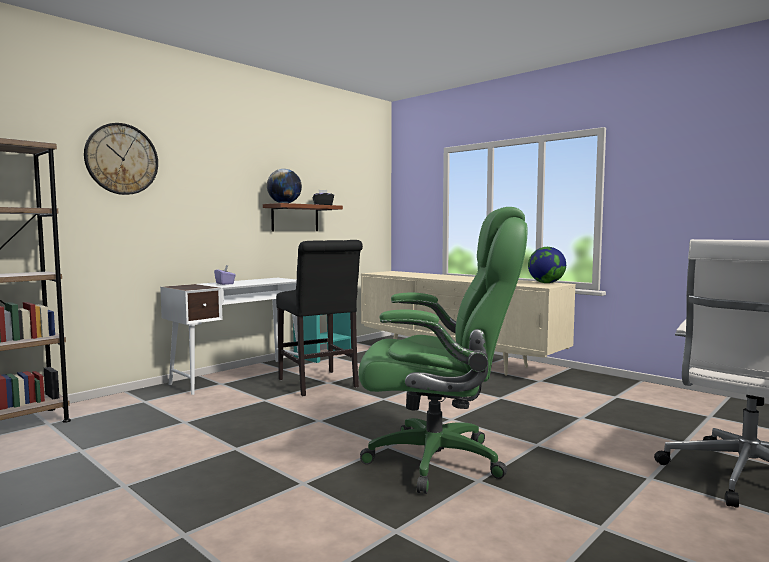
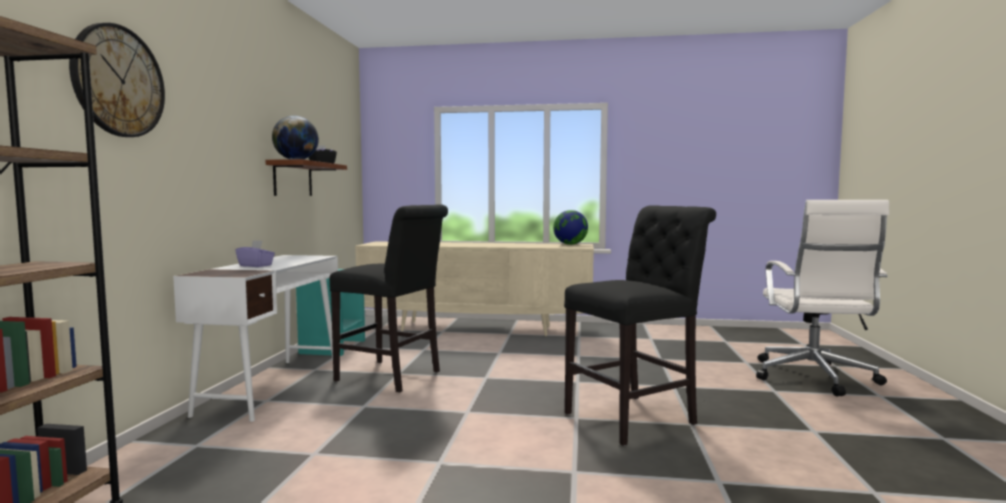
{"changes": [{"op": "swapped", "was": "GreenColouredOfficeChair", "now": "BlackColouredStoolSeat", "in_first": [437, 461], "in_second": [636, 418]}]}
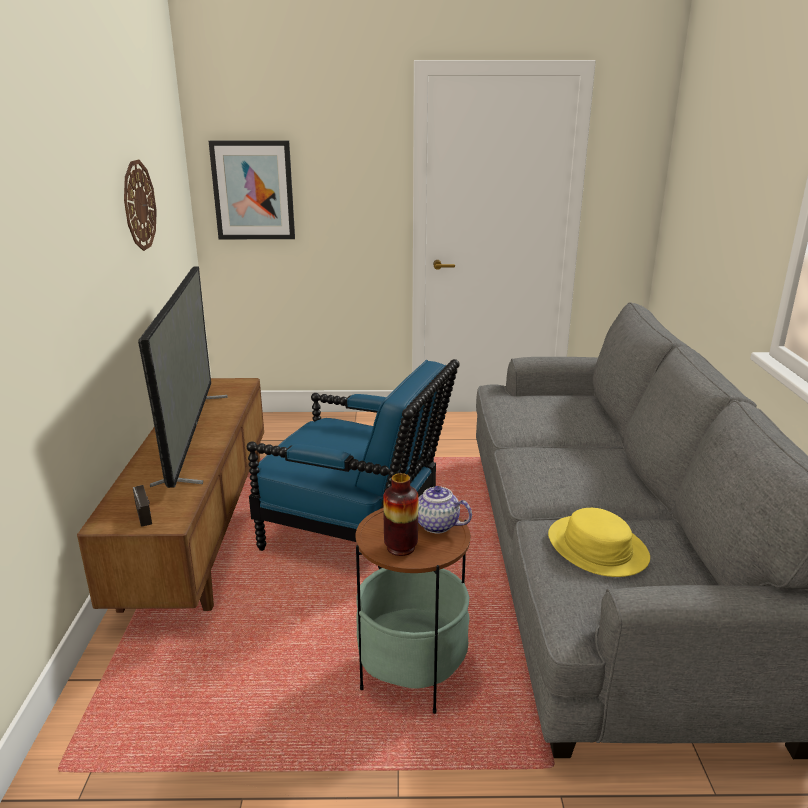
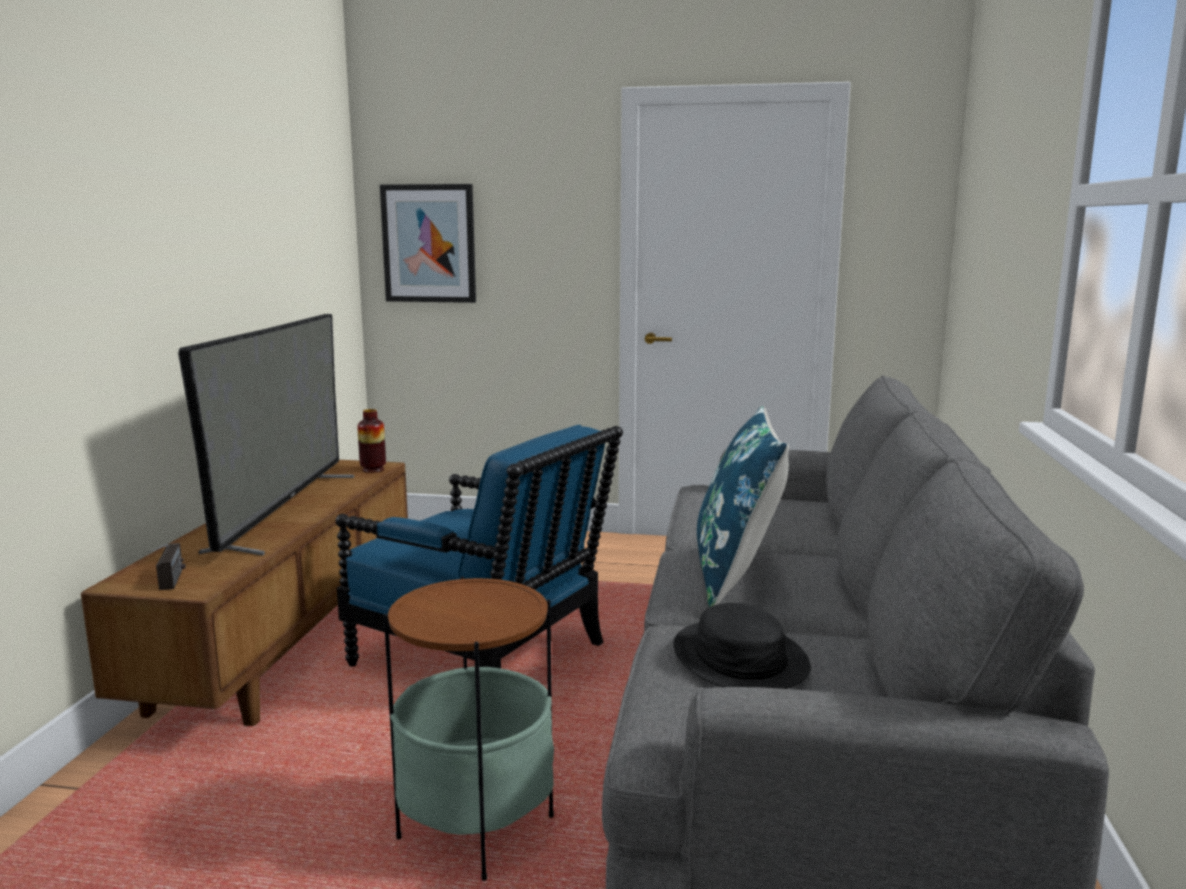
{"changes": [{"op": "gone", "was": "WallClock", "in_first": [139, 205]}, {"op": "gone", "was": "Teapot", "in_first": [435, 525]}, {"op": "new", "now": "BluishThrowPillow", "in_second": [736, 575]}, {"op": "shifted", "was": "Vase", "in_first": [400, 547], "in_second": [373, 469]}, {"op": "repainted", "was": "YellowishWearableHat", "now": "BlackColouredWearableHat", "in_first": [597, 547], "in_second": [739, 658]}]}
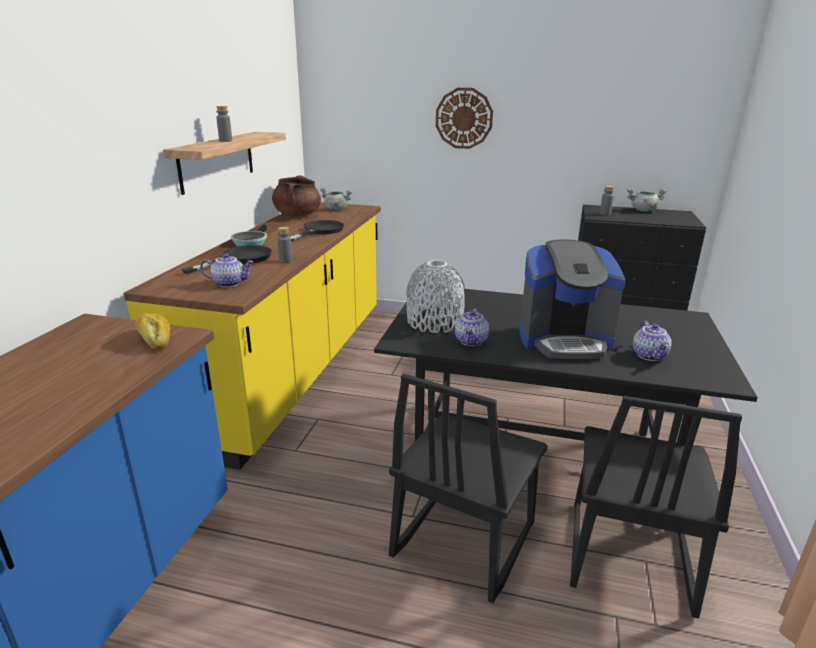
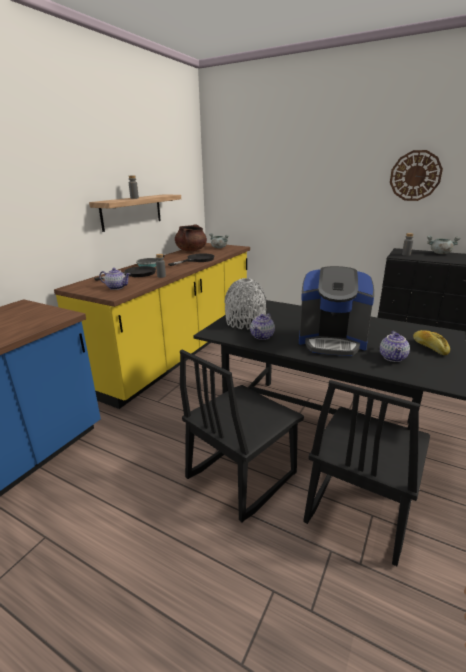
{"changes": [{"op": "shifted", "was": "Bread", "in_first": [155, 339], "in_second": [429, 347]}, {"op": "shifted", "was": "WallClock", "in_first": [464, 118], "in_second": [415, 176]}]}
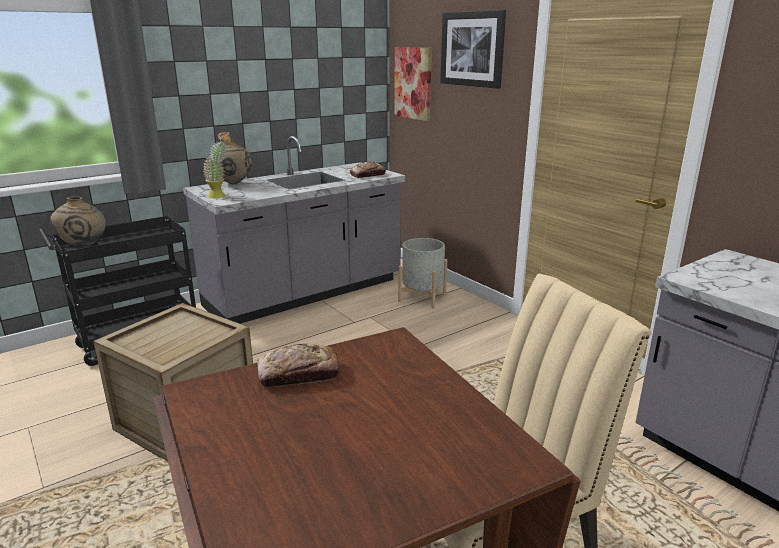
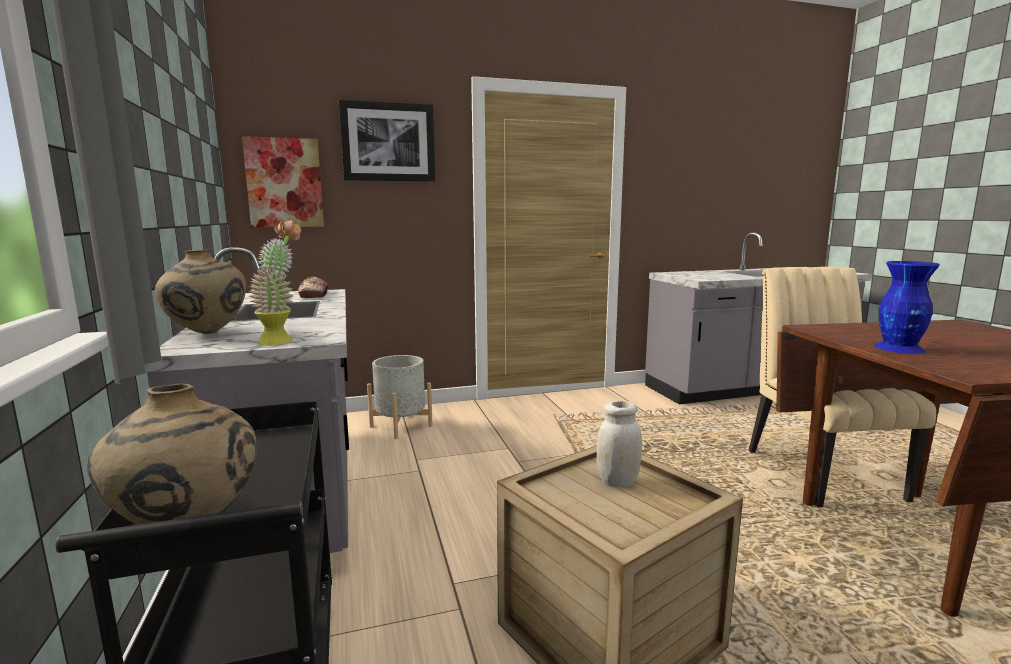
{"changes": [{"op": "new", "now": "WhitishJar", "in_second": [617, 481]}, {"op": "swapped", "was": "Bread", "now": "BluishVase", "in_first": [299, 374], "in_second": [899, 348]}]}
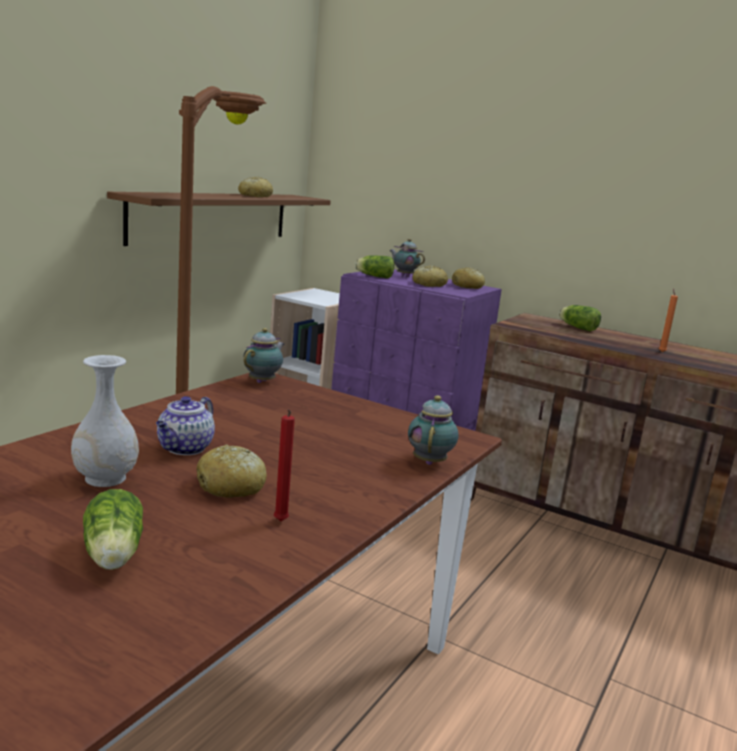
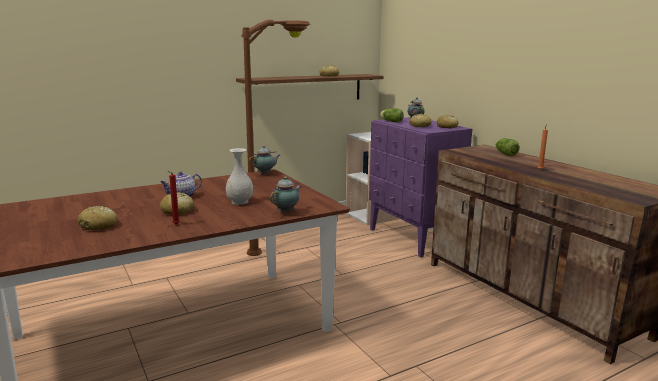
{"changes": [{"op": "shifted", "was": "WhitishVase", "in_first": [105, 478], "in_second": [240, 202]}, {"op": "swapped", "was": "HeadOfLettuce", "now": "Bread", "in_first": [113, 556], "in_second": [98, 226]}]}
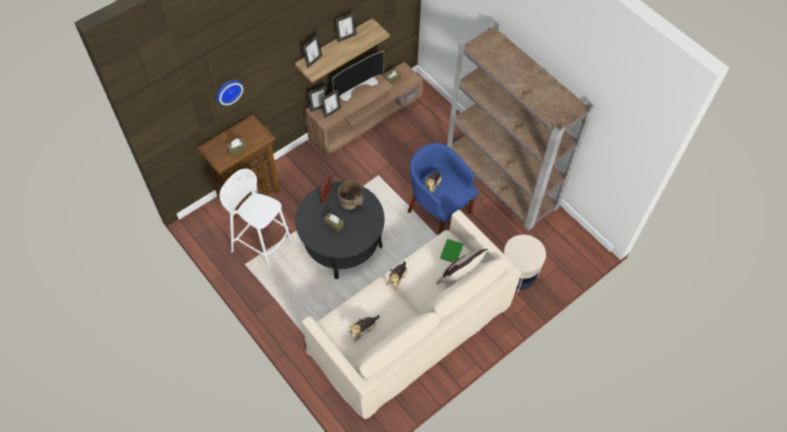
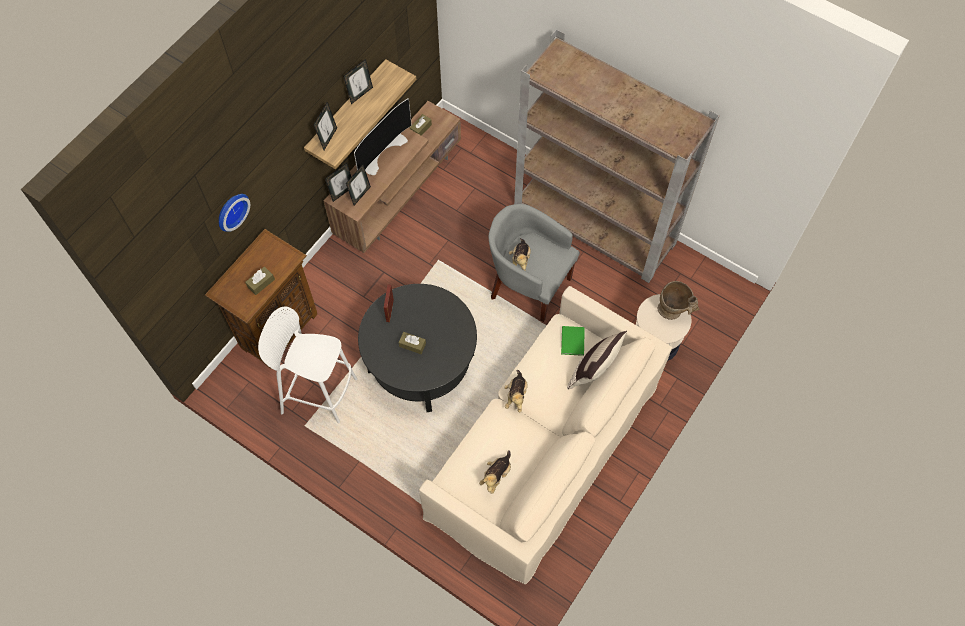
{"changes": [{"op": "shifted", "was": "BeigeColouredVase", "in_first": [351, 204], "in_second": [674, 311]}, {"op": "repainted", "was": "BluishArmchair", "now": "GreyishArmchair", "in_first": [438, 209], "in_second": [528, 284]}]}
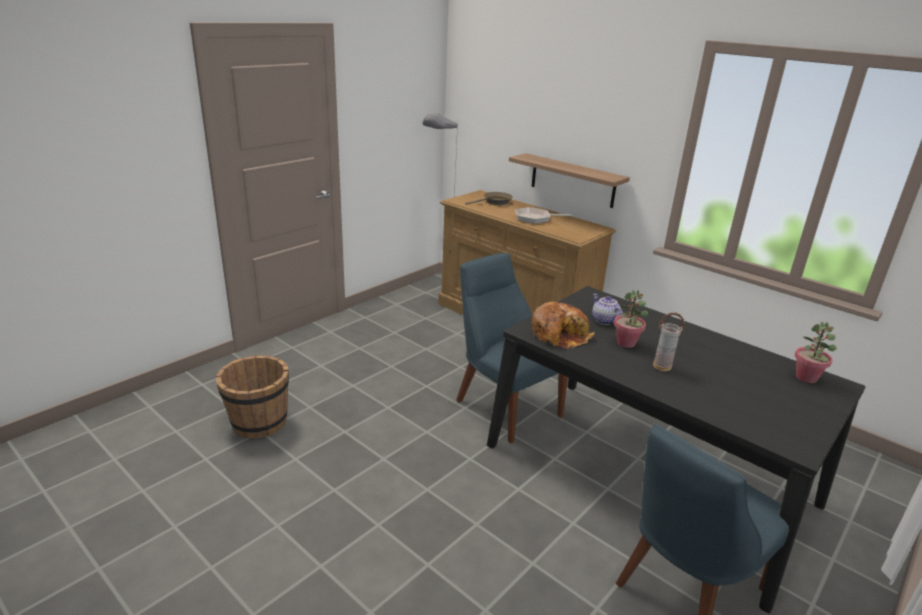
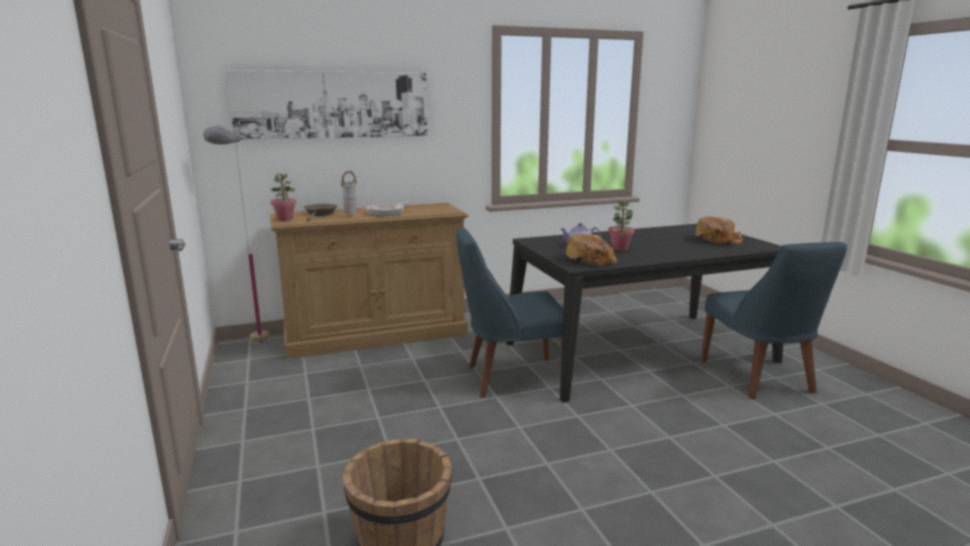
{"changes": [{"op": "gone", "was": "WallShelf", "in_first": [572, 180]}, {"op": "new", "now": "WallPicture", "in_second": [333, 105]}, {"op": "new", "now": "Bread", "in_second": [718, 239]}, {"op": "shifted", "was": "Vase", "in_first": [662, 367], "in_second": [350, 216]}, {"op": "shifted", "was": "PlantInAPot", "in_first": [806, 377], "in_second": [285, 219]}]}
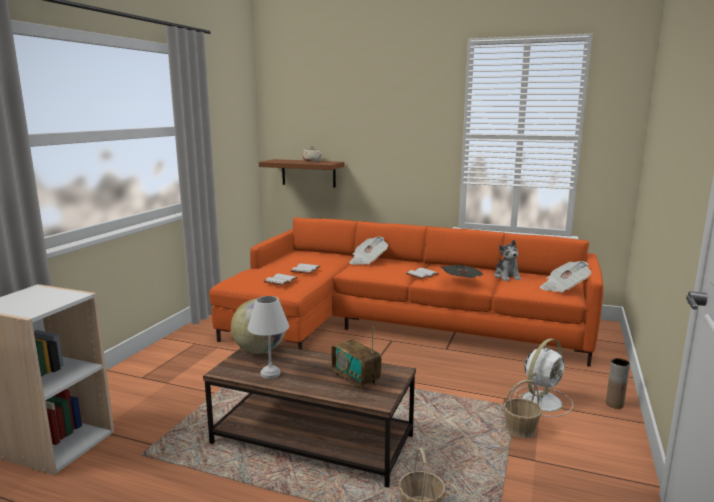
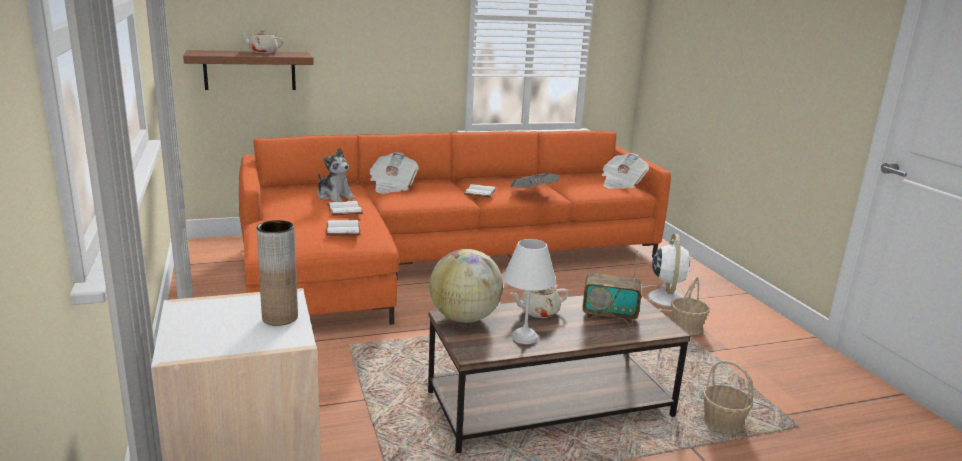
{"changes": [{"op": "new", "now": "BeigeColouredTeapot", "in_second": [538, 312]}, {"op": "shifted", "was": "PlushToy", "in_first": [507, 277], "in_second": [335, 197]}, {"op": "shifted", "was": "BrownVase", "in_first": [614, 404], "in_second": [280, 318]}]}
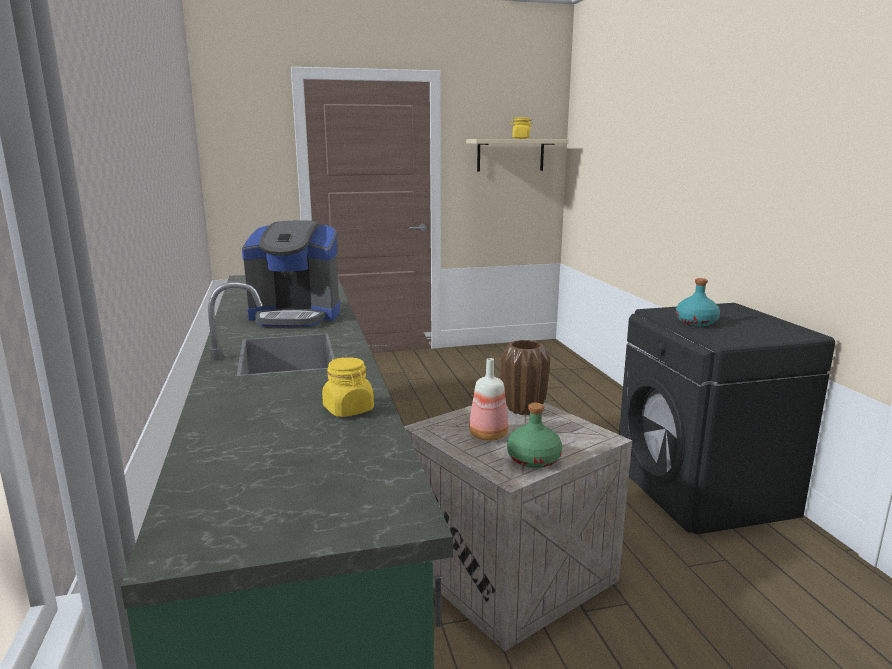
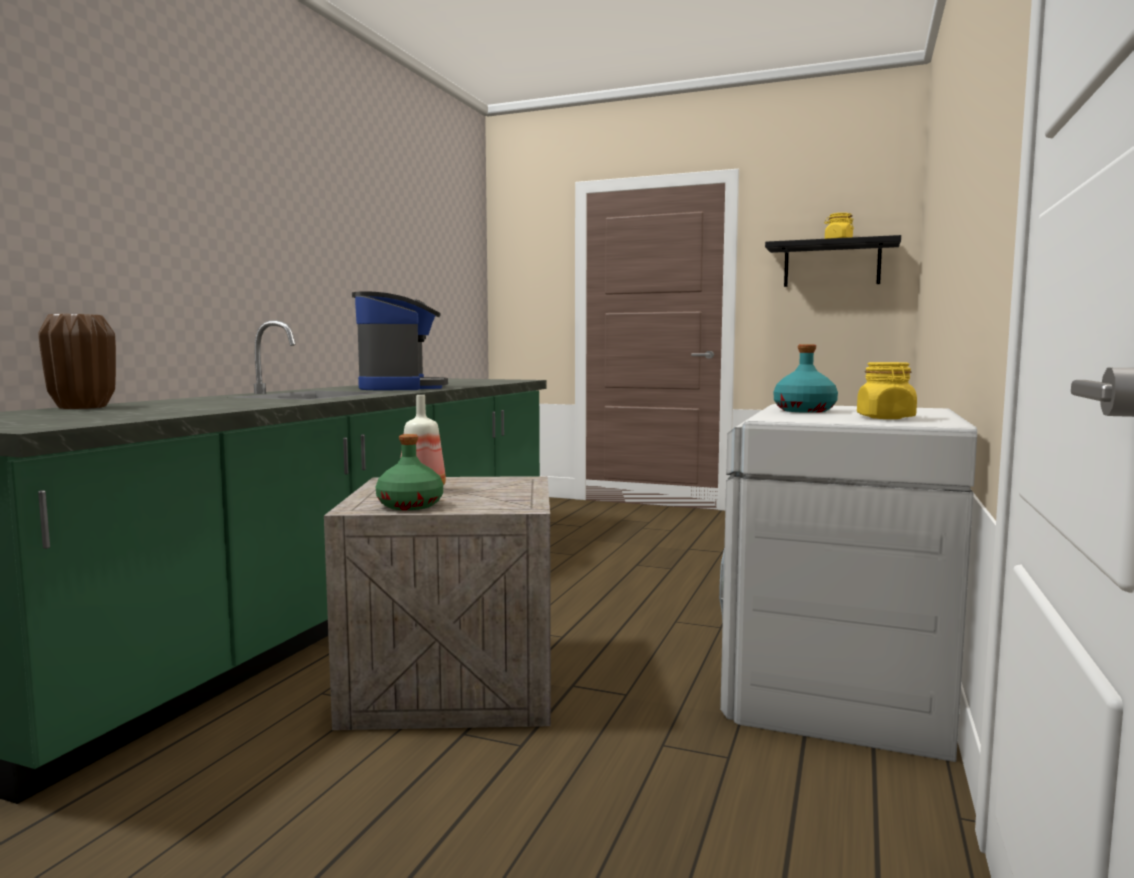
{"changes": [{"op": "shifted", "was": "YellowishJar", "in_first": [348, 409], "in_second": [885, 418]}, {"op": "shifted", "was": "BrownVase", "in_first": [523, 409], "in_second": [83, 407]}, {"op": "repainted", "was": "BeigeColouredWallShelf", "now": "BlackColouredWallShelf", "in_first": [510, 155], "in_second": [831, 264]}, {"op": "repainted", "was": "BlackColouredWashingMachine", "now": "WhitishWashingMachine", "in_first": [700, 490], "in_second": [832, 689]}, {"op": "rotated", "was": "CoffeeBrewer", "in_first": [296, 316], "in_second": [401, 387], "clockwise": -135}]}
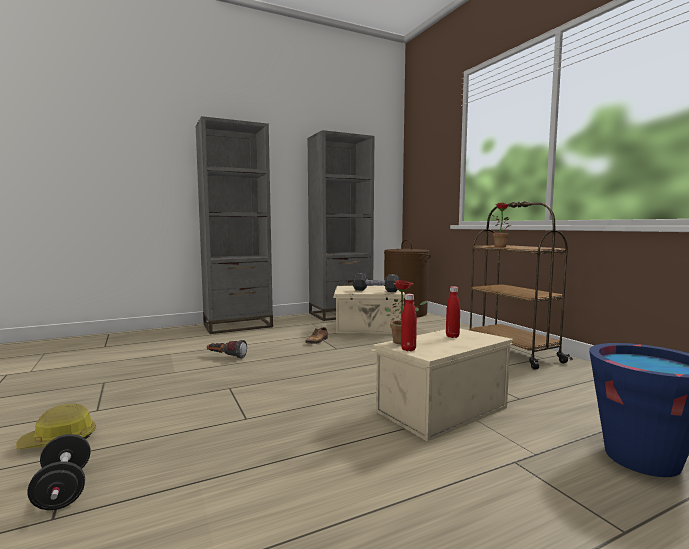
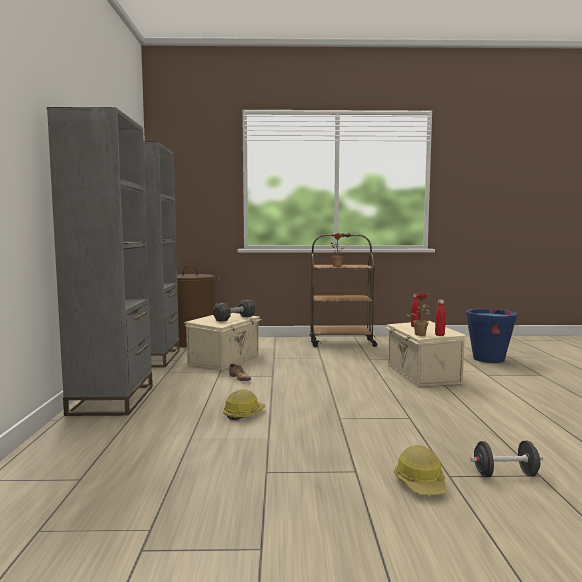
{"changes": [{"op": "swapped", "was": "Flashlight", "now": "HardHat", "in_first": [226, 357], "in_second": [243, 413]}]}
